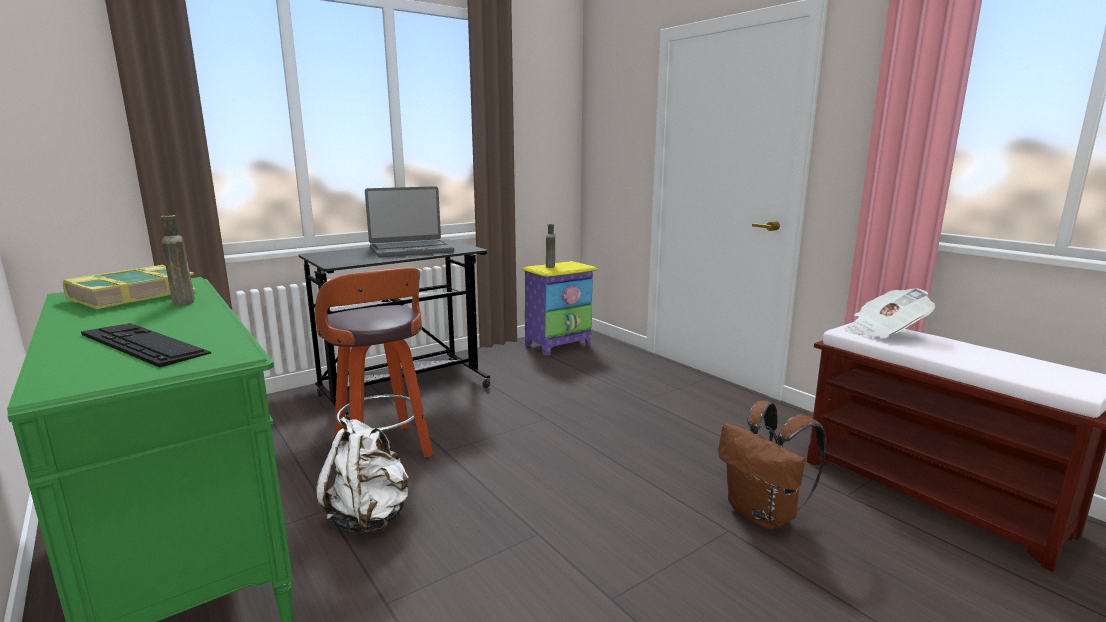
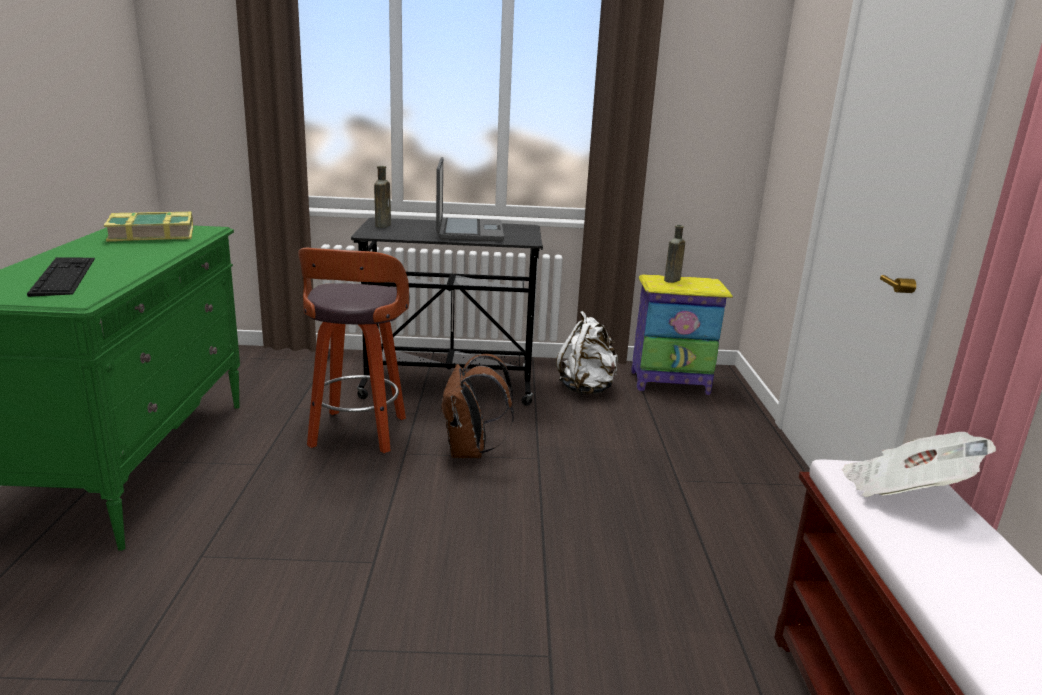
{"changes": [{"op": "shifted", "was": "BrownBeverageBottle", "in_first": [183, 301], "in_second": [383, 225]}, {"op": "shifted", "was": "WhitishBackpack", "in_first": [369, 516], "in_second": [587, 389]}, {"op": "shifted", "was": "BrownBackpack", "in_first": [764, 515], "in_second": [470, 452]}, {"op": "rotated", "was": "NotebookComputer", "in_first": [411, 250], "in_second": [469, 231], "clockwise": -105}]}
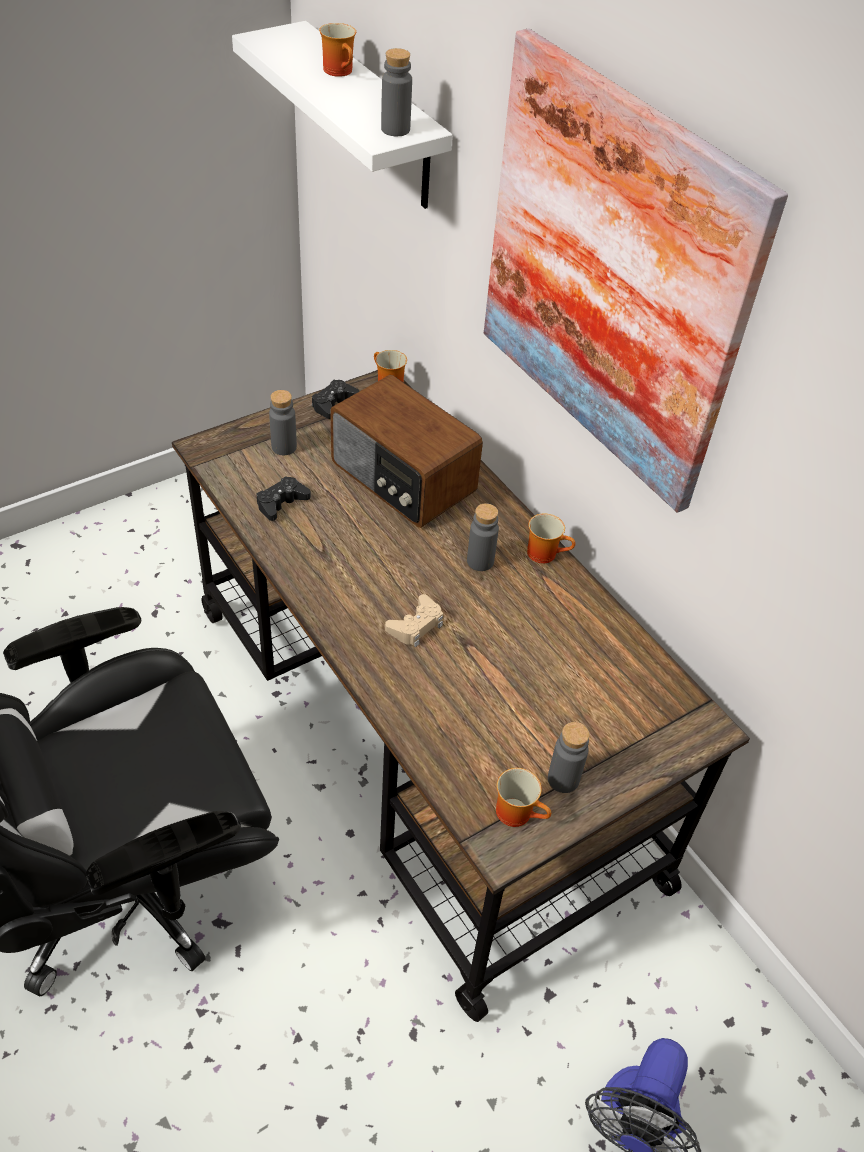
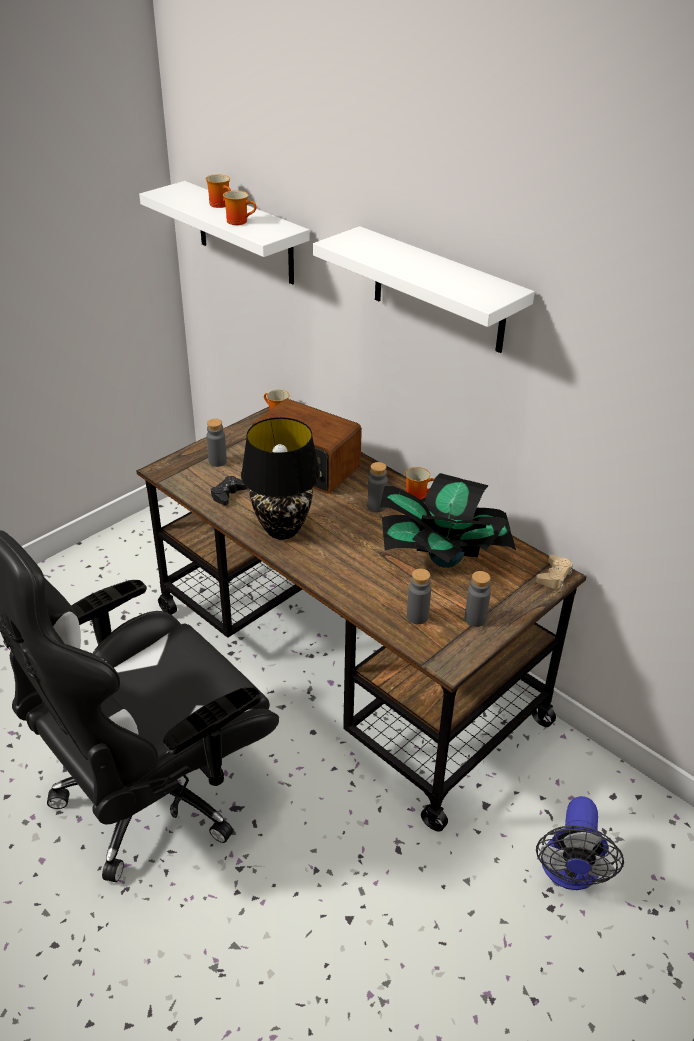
{"changes": [{"op": "gone", "was": "BlackColouredJoypad", "in_first": [333, 404]}, {"op": "new", "now": "BlackColouredTableLamp", "in_second": [282, 530]}, {"op": "new", "now": "PlantInAPot", "in_second": [443, 559]}, {"op": "shifted", "was": "GreyishBeverageBottle", "in_first": [395, 129], "in_second": [417, 616]}, {"op": "shifted", "was": "BeigeColouredJoypad", "in_first": [416, 626], "in_second": [554, 576]}, {"op": "shifted", "was": "Mug", "in_first": [518, 812], "in_second": [240, 221]}, {"op": "swapped", "was": "WallPicture", "now": "WhitishWallShelf", "in_first": [611, 275], "in_second": [438, 291]}]}
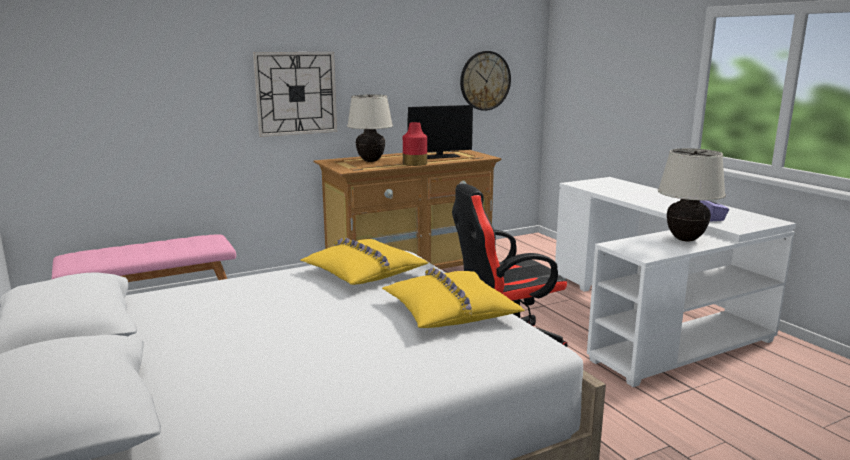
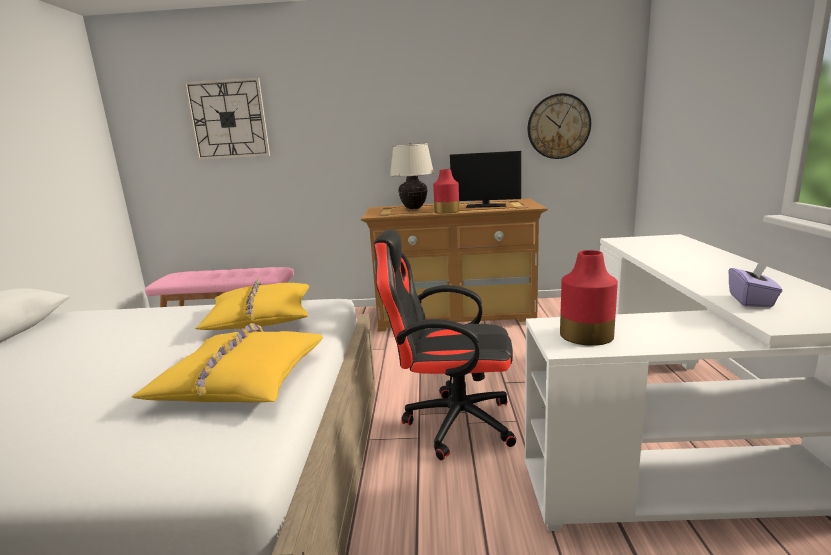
{"changes": [{"op": "gone", "was": "BeigeColouredTableLamp", "in_first": [685, 239]}, {"op": "new", "now": "ReddishVase", "in_second": [586, 334]}, {"op": "shifted", "was": "WallClock", "in_first": [296, 93], "in_second": [228, 119]}]}
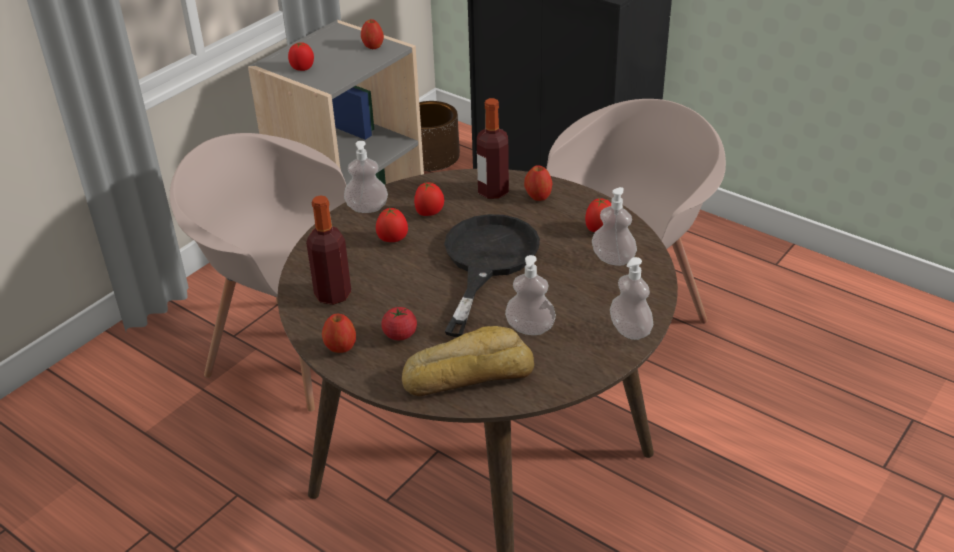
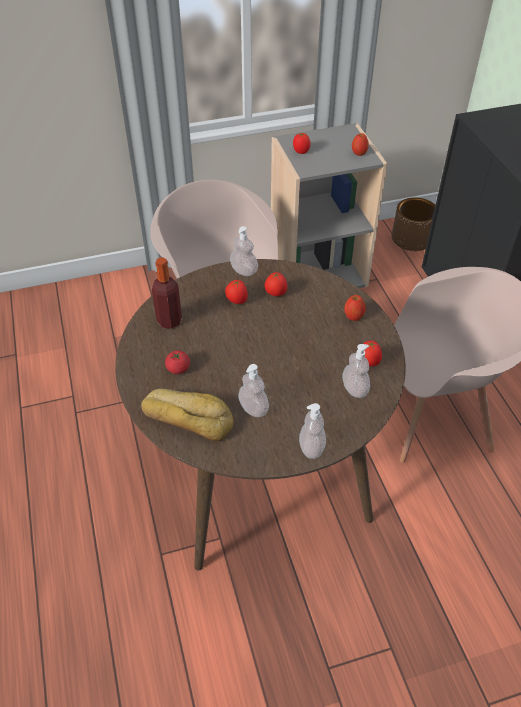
{"changes": [{"op": "gone", "was": "Apple", "in_first": [340, 348]}, {"op": "gone", "was": "BlackColouredPan", "in_first": [486, 261]}, {"op": "gone", "was": "BeverageBottle", "in_first": [493, 191]}]}
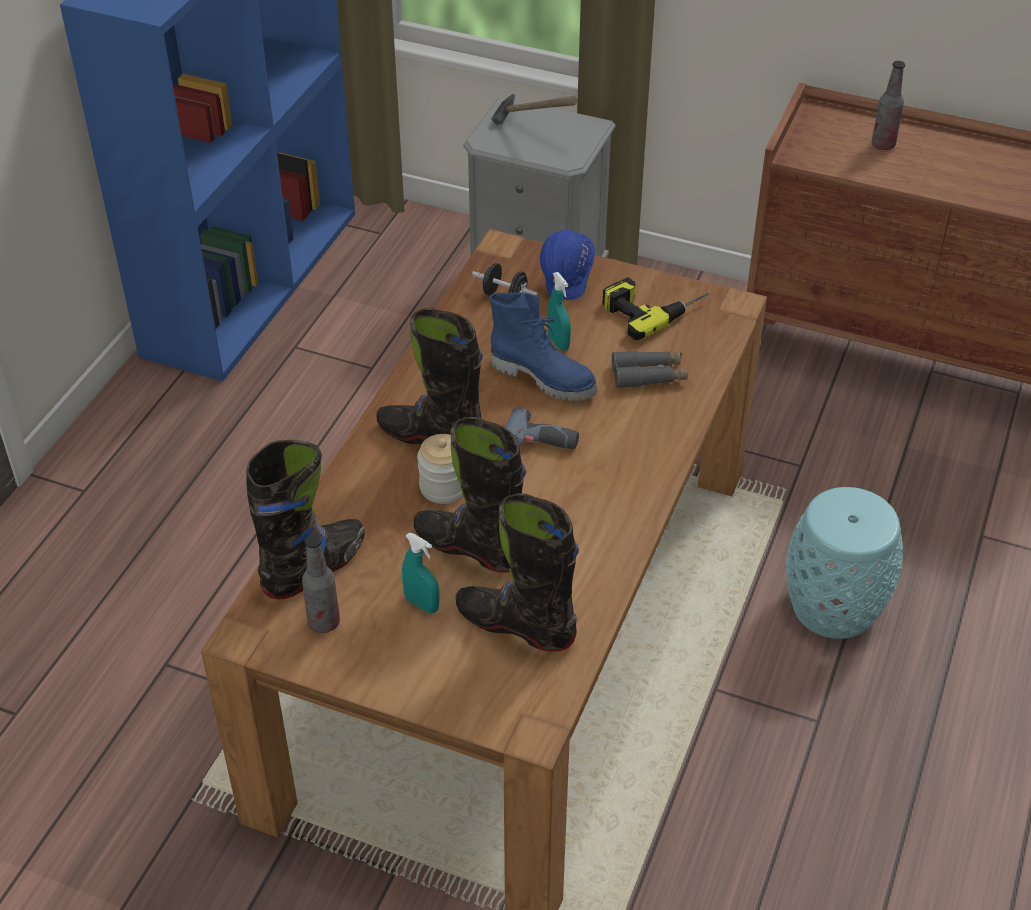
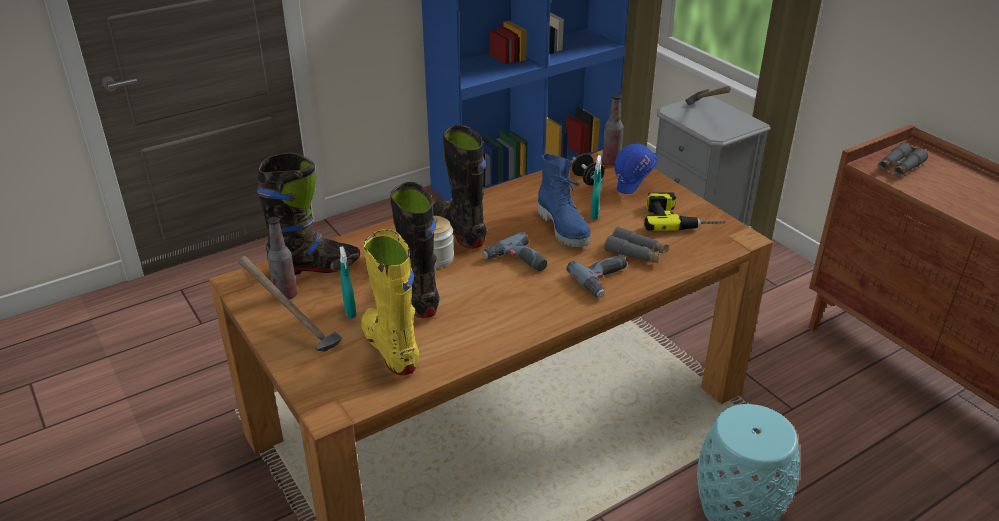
{"changes": [{"op": "new", "now": "ToolHammer", "in_second": [295, 337]}, {"op": "new", "now": "Drill", "in_second": [604, 280]}, {"op": "new", "now": "GreyishPairOfBinoculars", "in_second": [899, 167]}, {"op": "shifted", "was": "BeverageBottle", "in_first": [883, 145], "in_second": [611, 161]}, {"op": "repainted", "was": "BlackColouredTallBoot", "now": "YellowishTallBoot", "in_first": [516, 625], "in_second": [390, 348]}]}
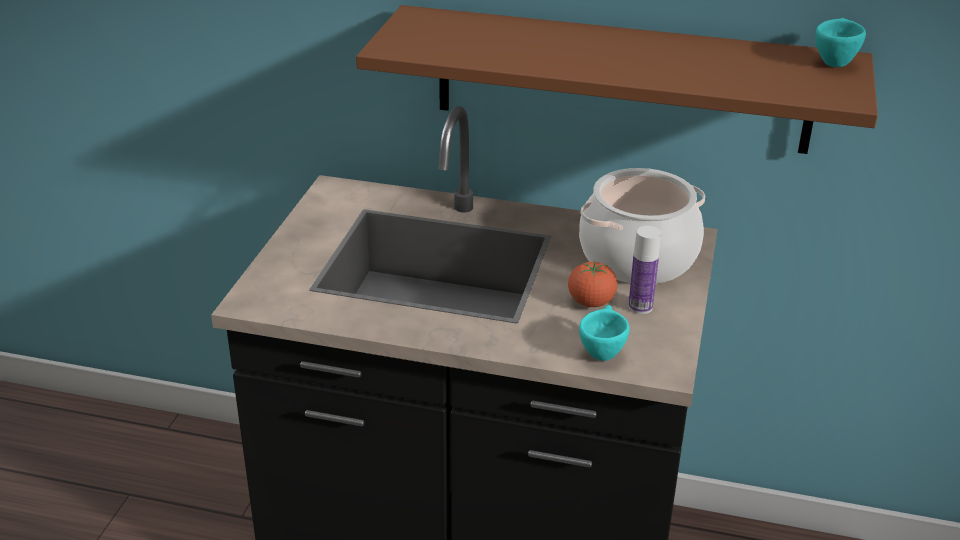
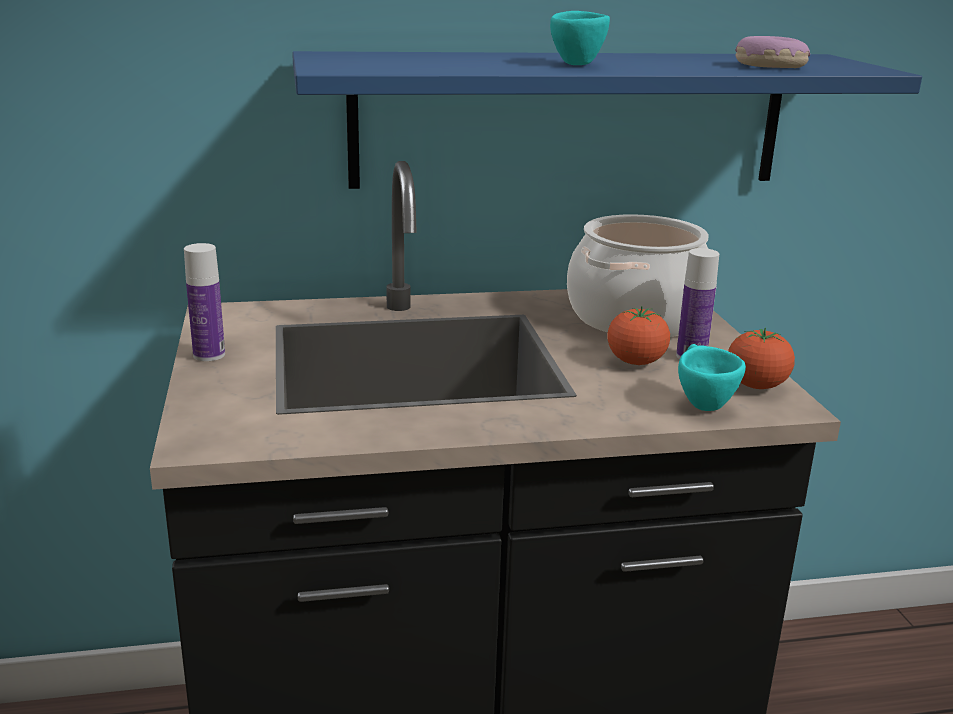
{"changes": [{"op": "new", "now": "BeverageBottle", "in_second": [209, 355]}, {"op": "new", "now": "FreshTomato", "in_second": [756, 386]}, {"op": "new", "now": "RingDoughnut", "in_second": [768, 66]}, {"op": "shifted", "was": "TurquoiseCup", "in_first": [833, 61], "in_second": [573, 63]}, {"op": "repainted", "was": "BrownWallShelf", "now": "BluishWallShelf", "in_first": [622, 80], "in_second": [570, 119]}]}
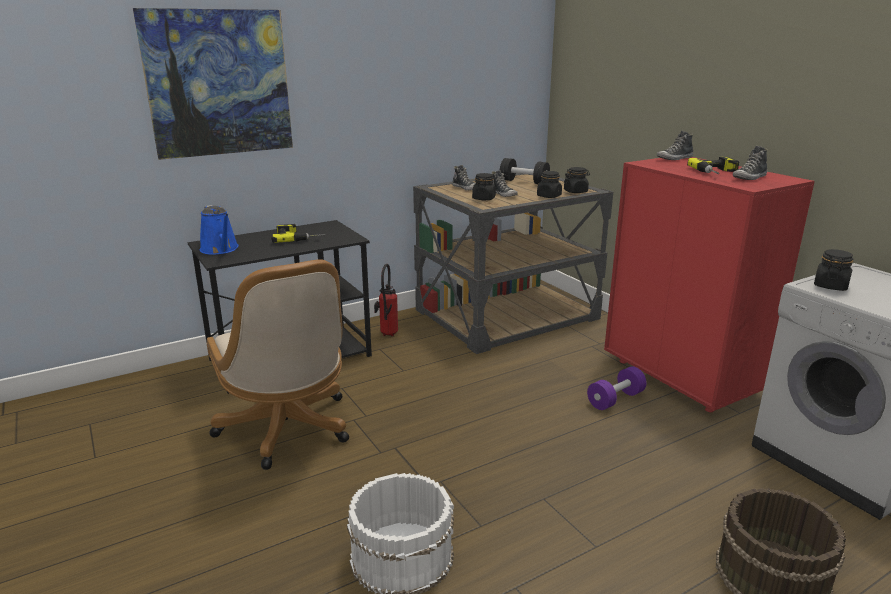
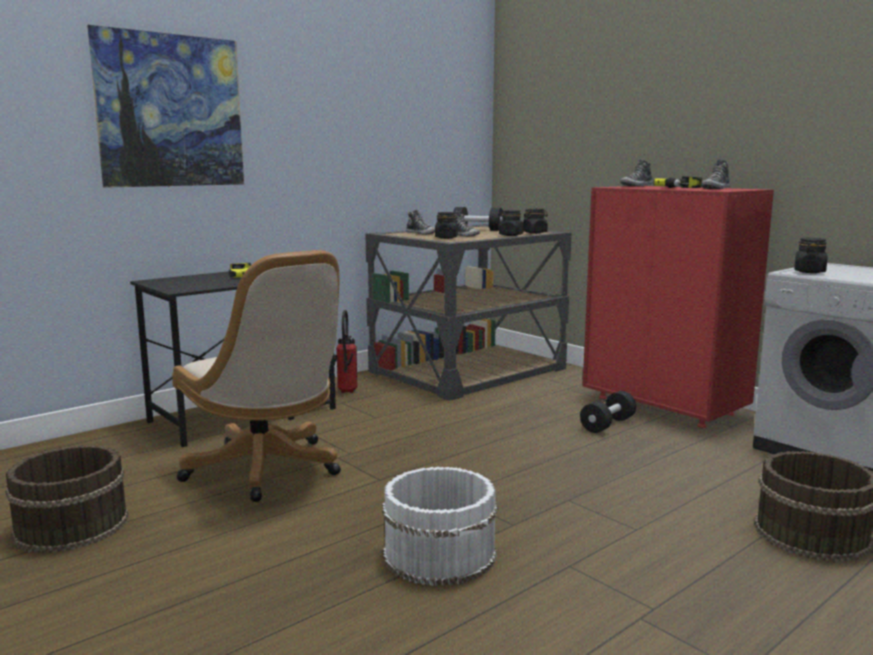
{"changes": [{"op": "gone", "was": "BluishWateringCan", "in_first": [220, 249]}, {"op": "new", "now": "BrownBucket", "in_second": [71, 525]}, {"op": "repainted", "was": "PurplishHandWeight", "now": "BlackColouredHandWeight", "in_first": [615, 399], "in_second": [607, 425]}]}
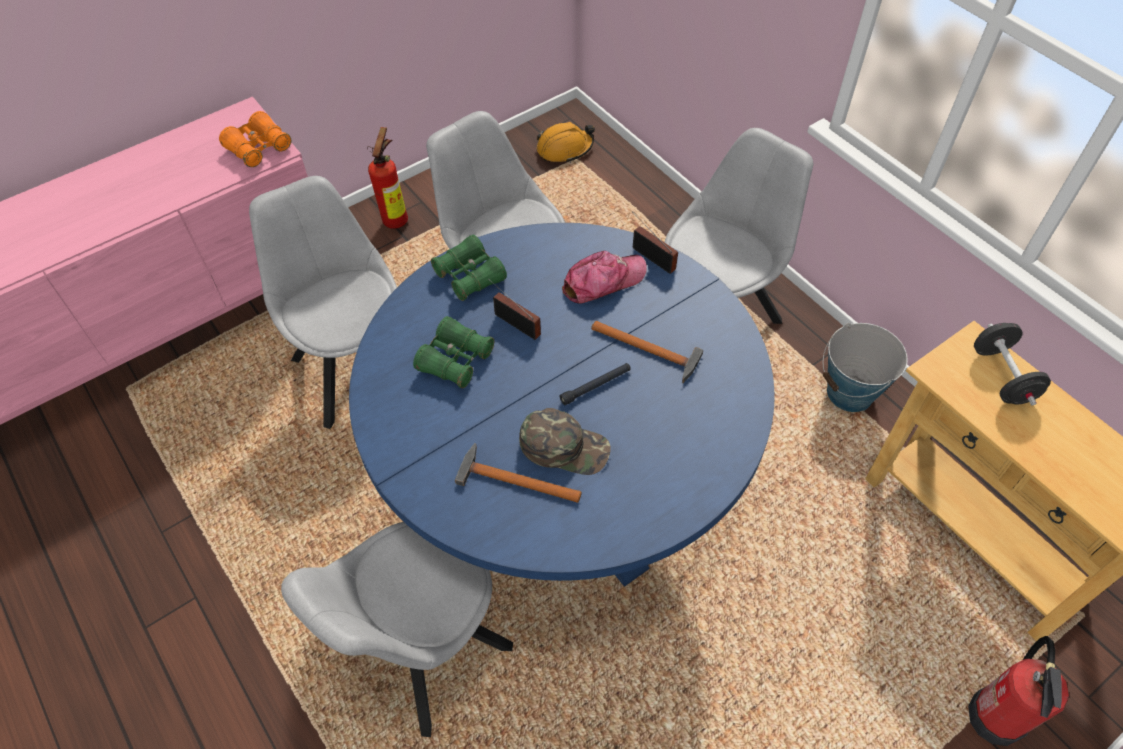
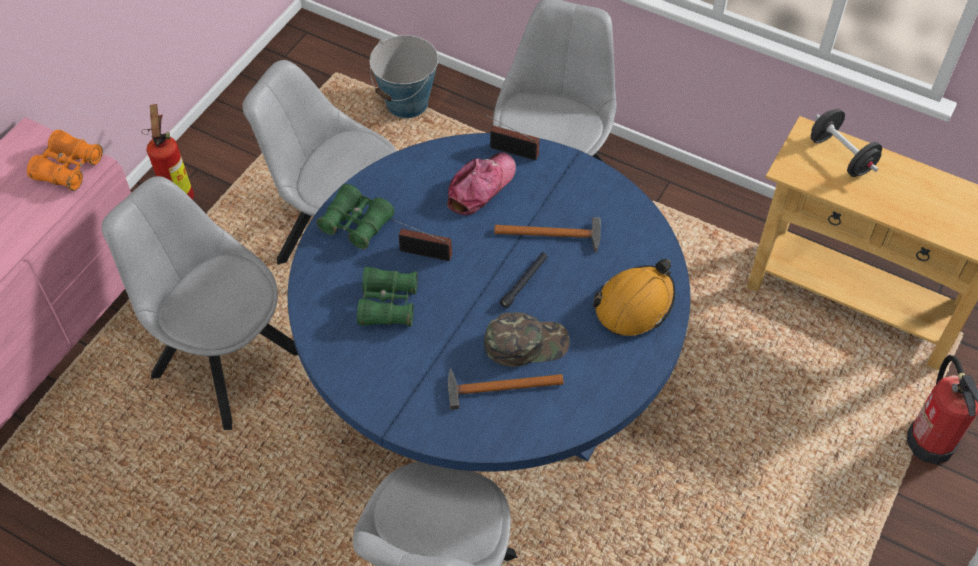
{"changes": [{"op": "shifted", "was": "OrangeyHardHat", "in_first": [564, 149], "in_second": [634, 304]}, {"op": "shifted", "was": "Bucket", "in_first": [849, 394], "in_second": [407, 104]}]}
